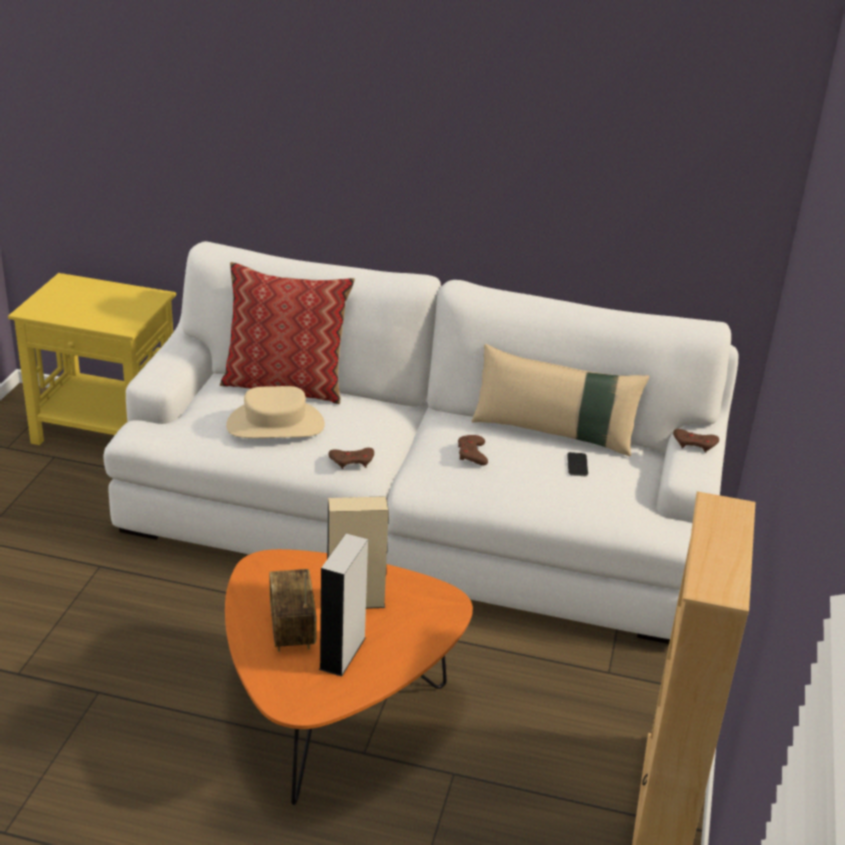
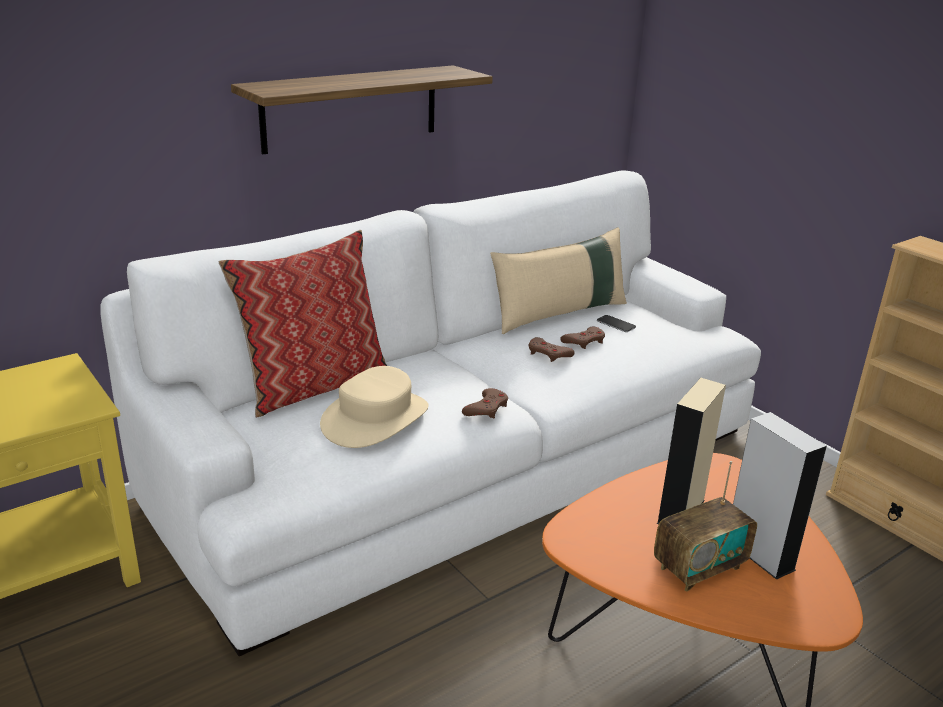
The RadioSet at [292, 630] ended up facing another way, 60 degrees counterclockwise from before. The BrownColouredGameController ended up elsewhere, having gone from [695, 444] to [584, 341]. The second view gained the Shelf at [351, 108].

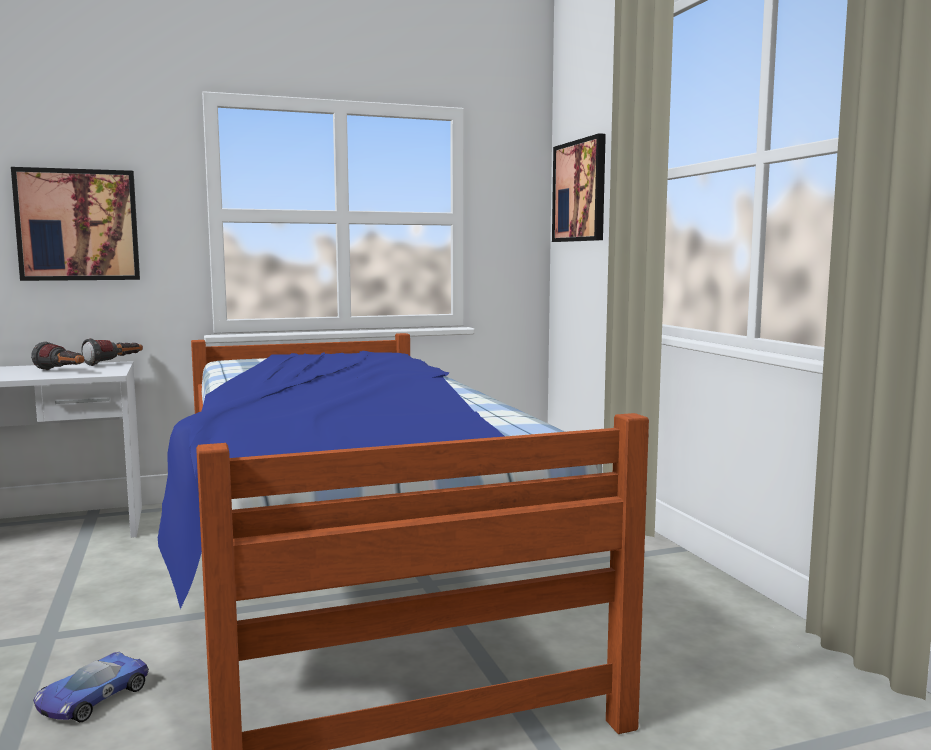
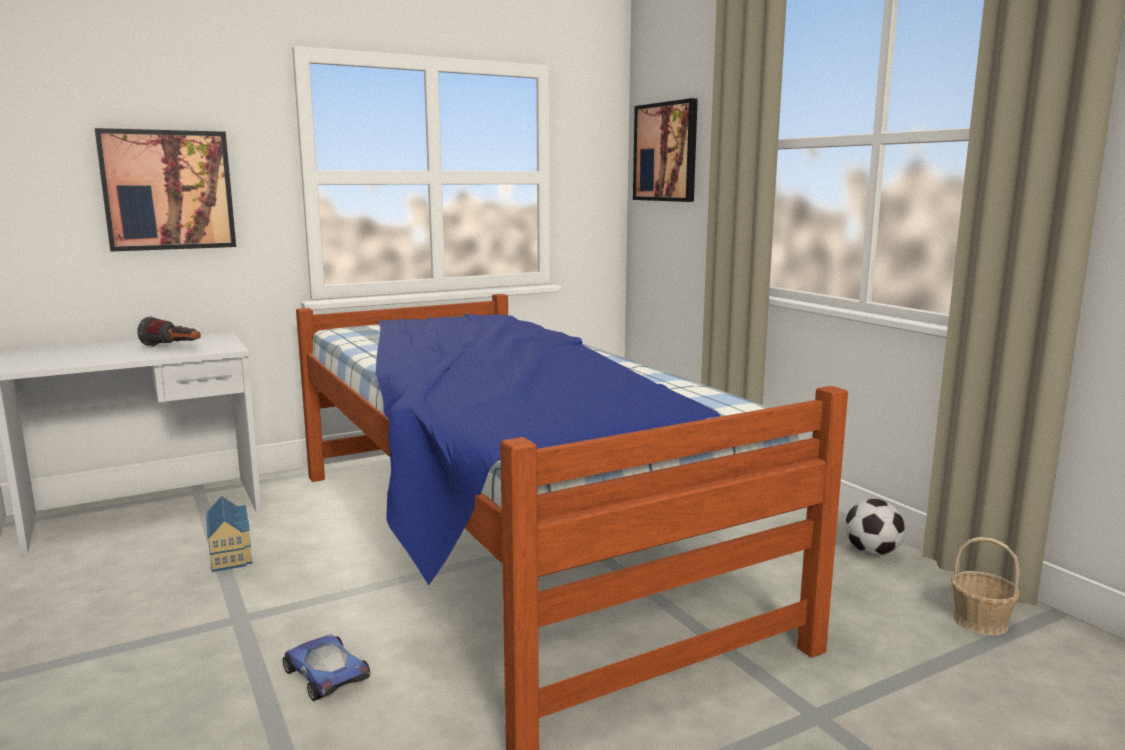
The MiniatureCar at [91, 698] ended up facing another way, 120 degrees clockwise from before. The second view lost the Torch at [115, 363]. The second view gained the ModelHouse at [232, 554]. The second view gained the BallForFootball at [872, 553]. The second view gained the StorageBasket at [980, 622].

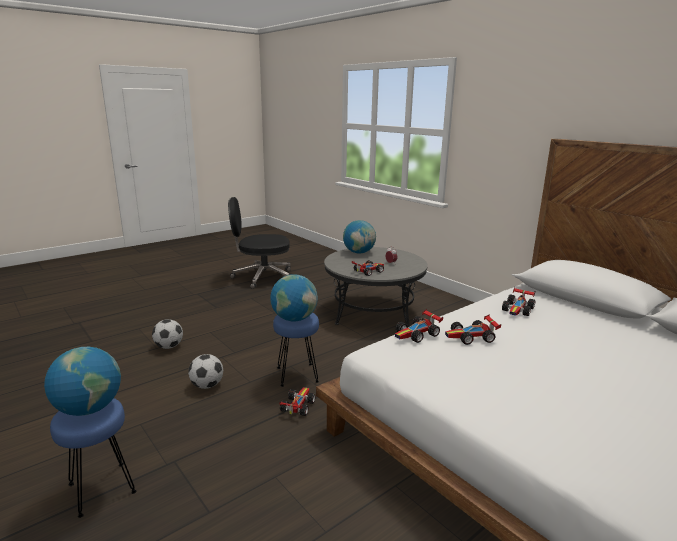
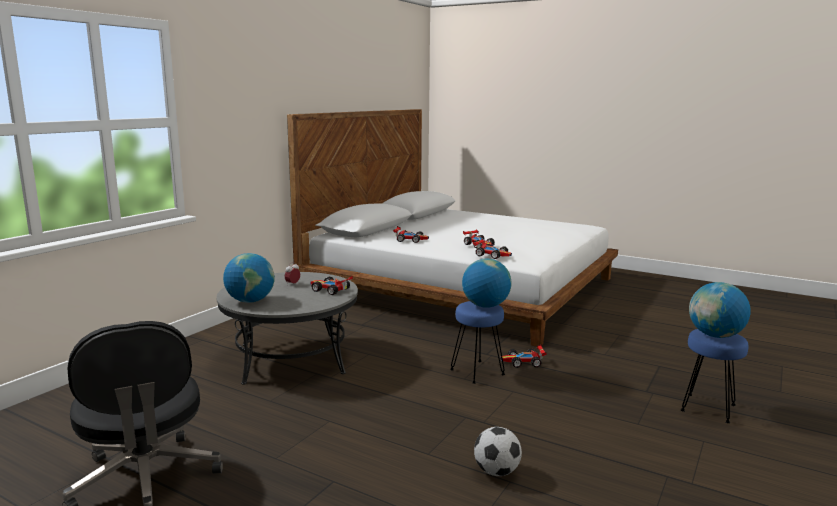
The second view lost the BallForFootball at [207, 385].

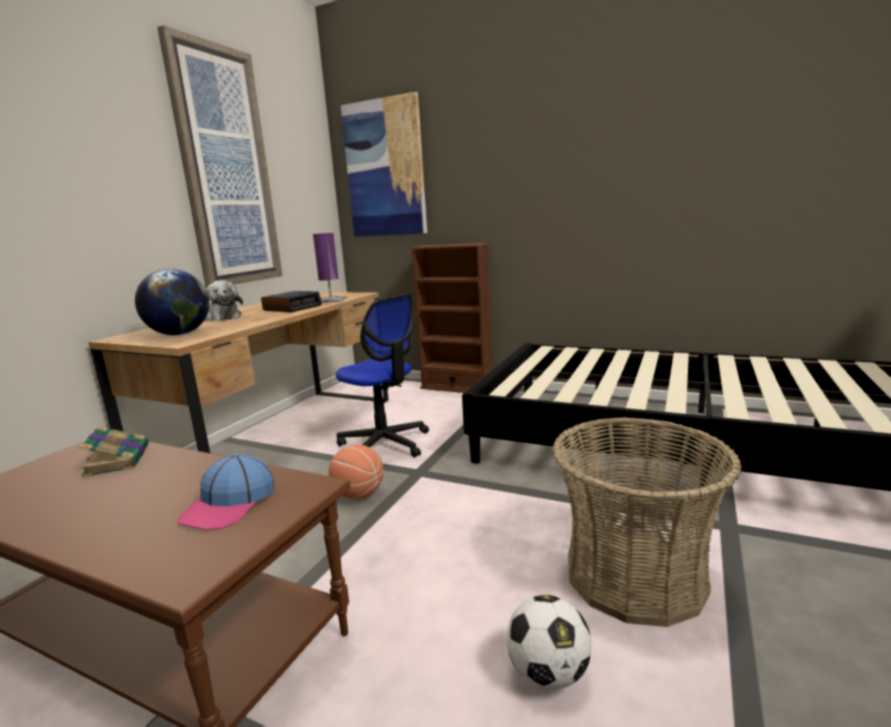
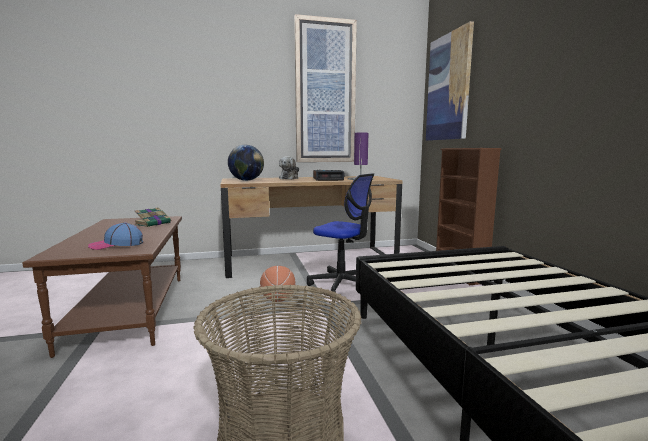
The DeskChair at [384, 444] ended up facing another way, 60 degrees counterclockwise from before. The second view lost the BallForFootball at [548, 673].

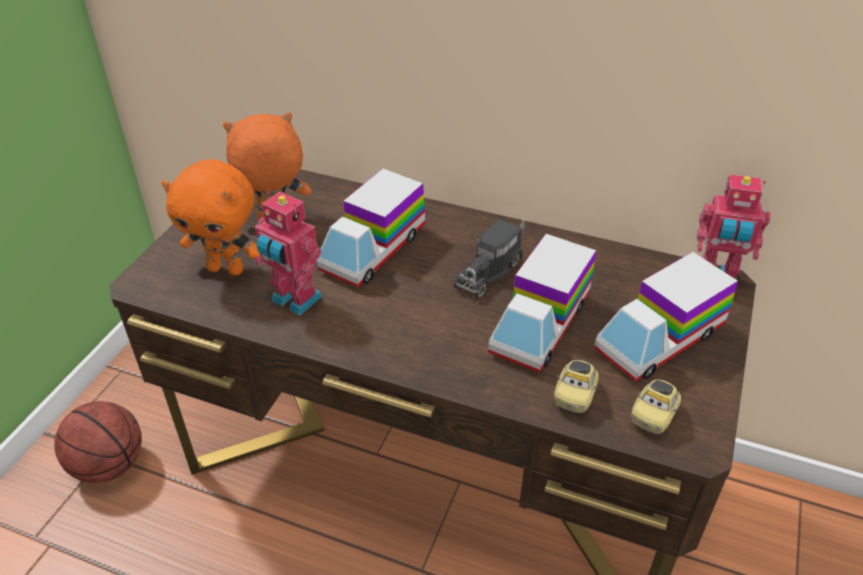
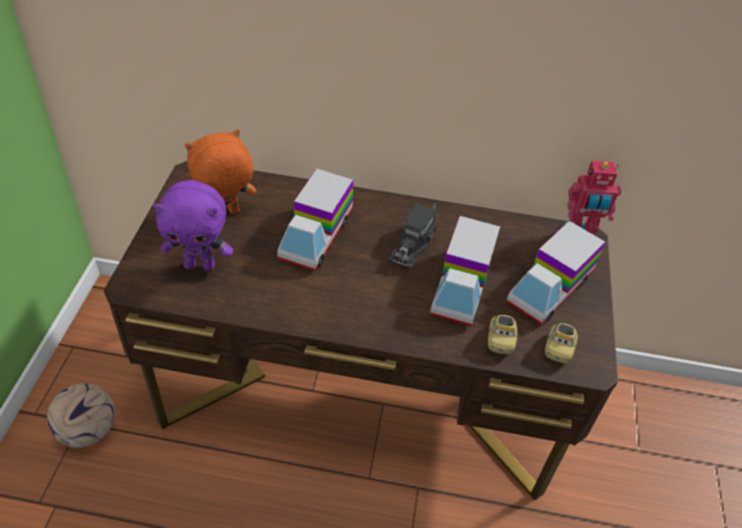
Where the Basketball stood at [109, 465], the BallForFootball came to stand at [87, 431]. What was the OrangeyCuddlyToy at [227, 269] turned into the PurplishCuddlyToy at [200, 265]. The second view lost the RobotFigure at [294, 300].

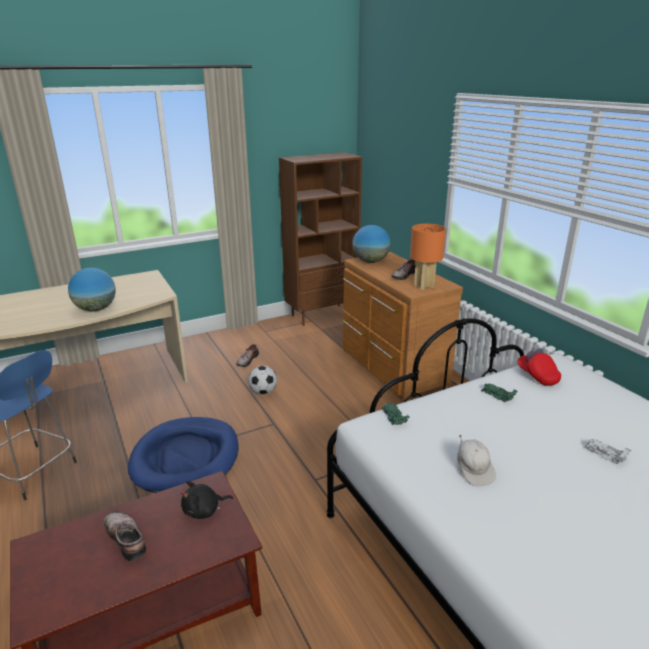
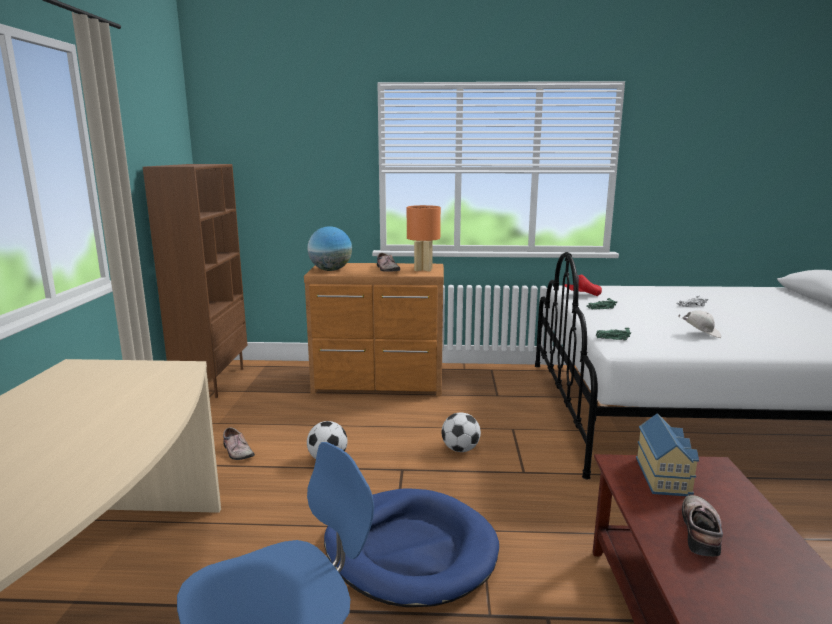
The second view lost the Globe at [96, 309]. The ItemOfFootwear at [128, 538] ended up facing another way, 120 degrees clockwise from before. Where the BlackCuddlyToy stood at [204, 510], the ModelHouse came to stand at [664, 476]. The second view gained the BallForFootball at [460, 449].

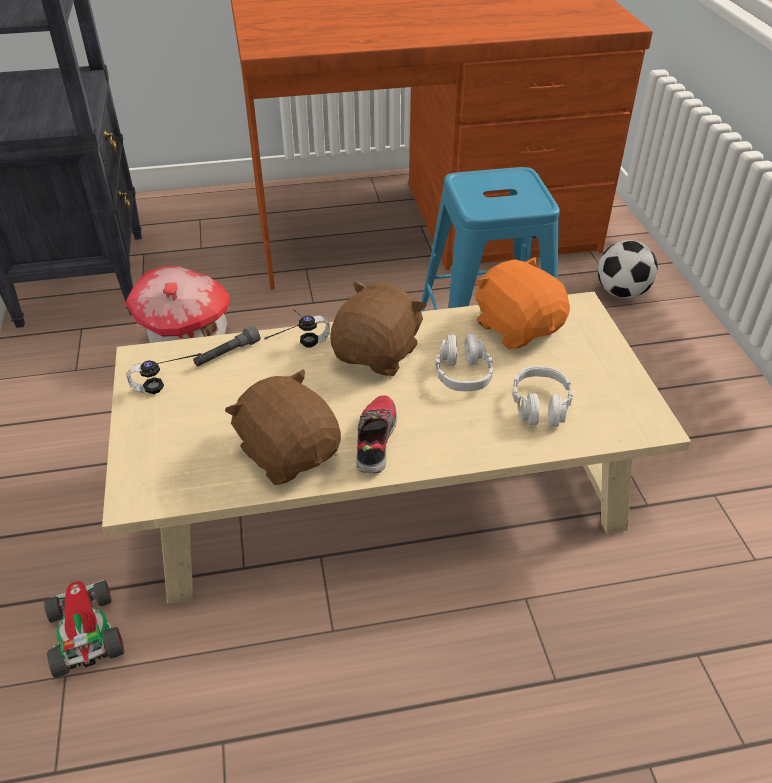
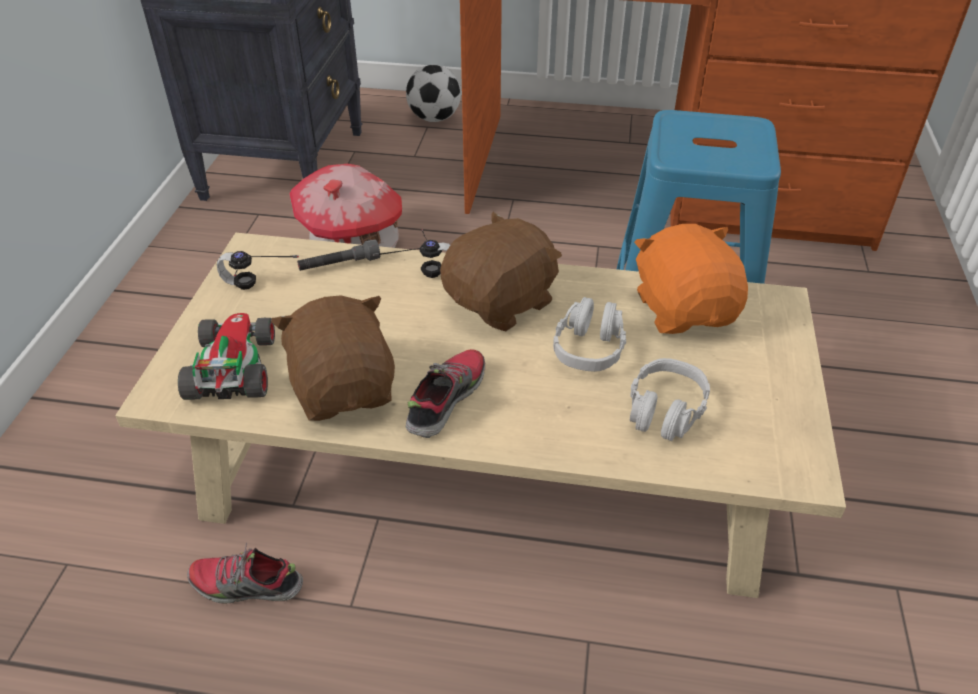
The MiniatureCar ended up elsewhere, having gone from [83, 631] to [232, 365]. The BallForFootball ended up elsewhere, having gone from [621, 293] to [434, 119]. The second view gained the ItemOfFootwear at [246, 586].

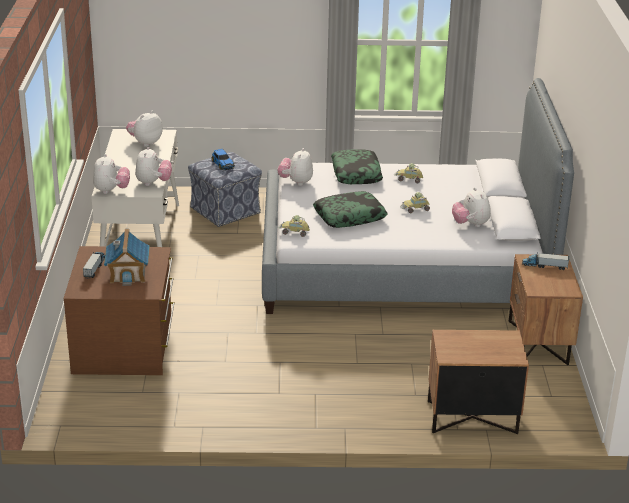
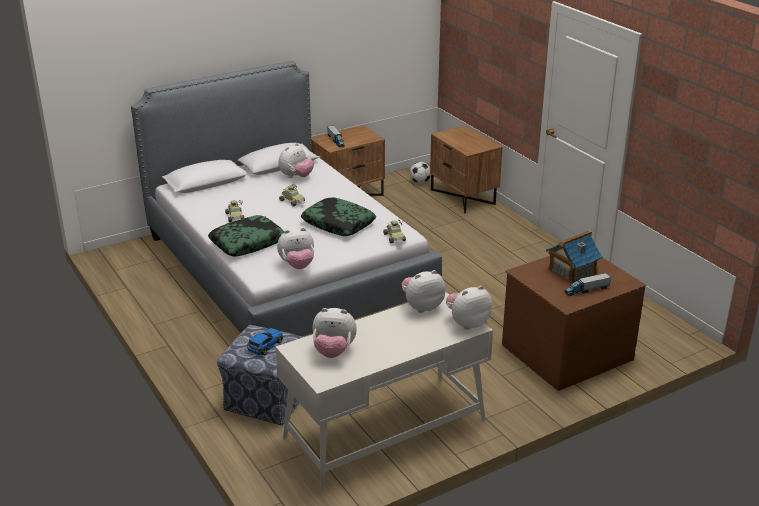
The second view gained the BallForFootball at [420, 182].

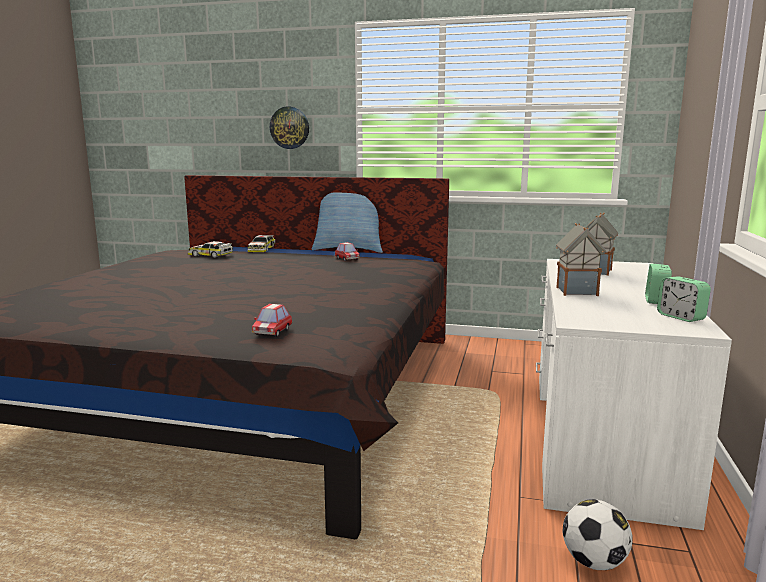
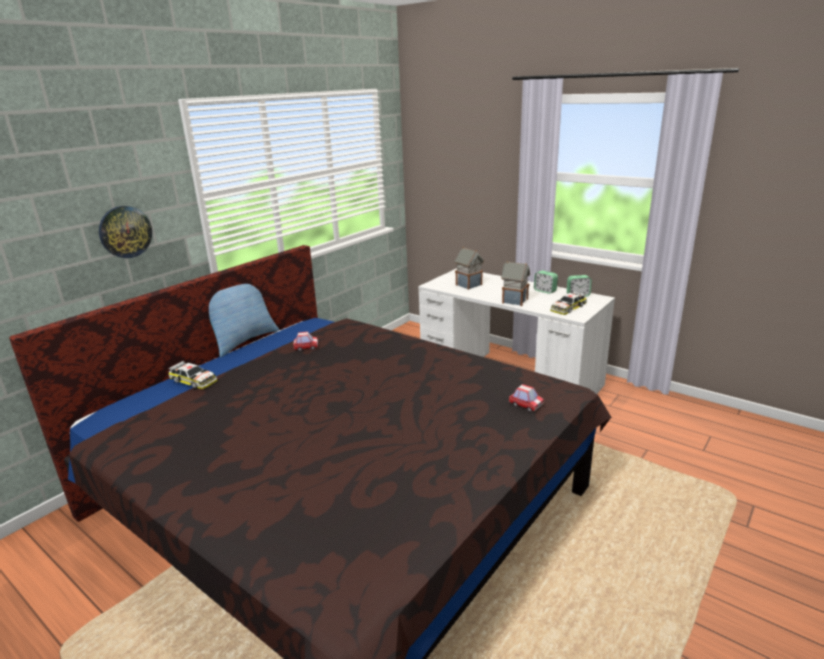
The MiniatureCar ended up elsewhere, having gone from [210, 255] to [568, 308]. The second view lost the BallForFootball at [594, 562].

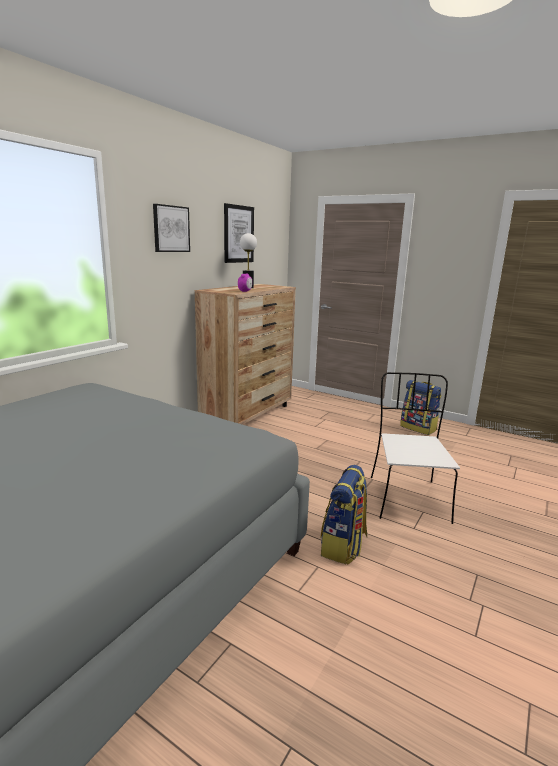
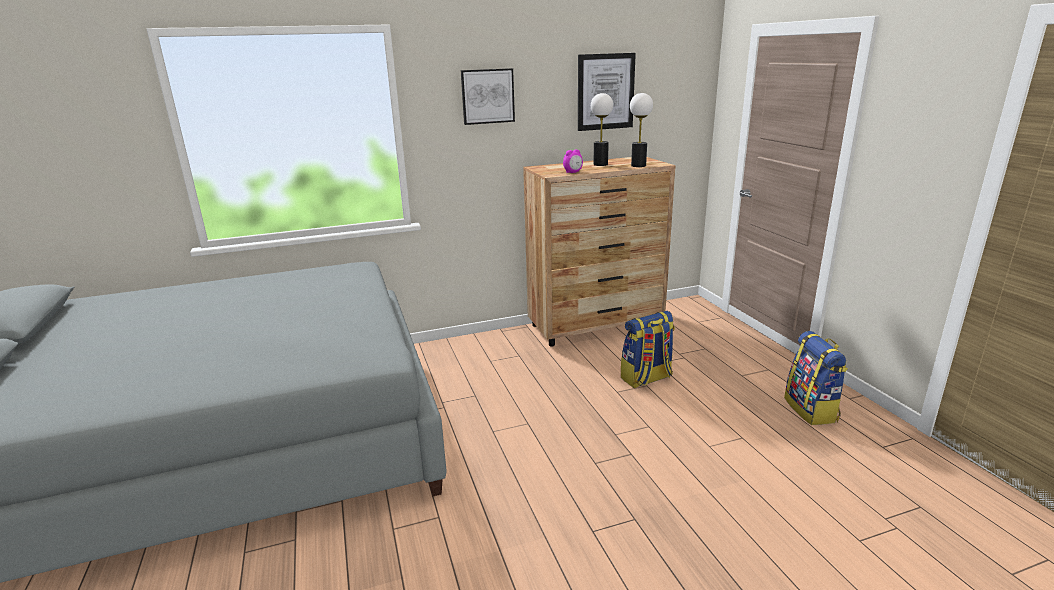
The Rucksack ended up elsewhere, having gone from [343, 546] to [646, 378]. The second view lost the WhiteColouredChair at [407, 497]. The second view gained the TableLamp at [638, 165].

